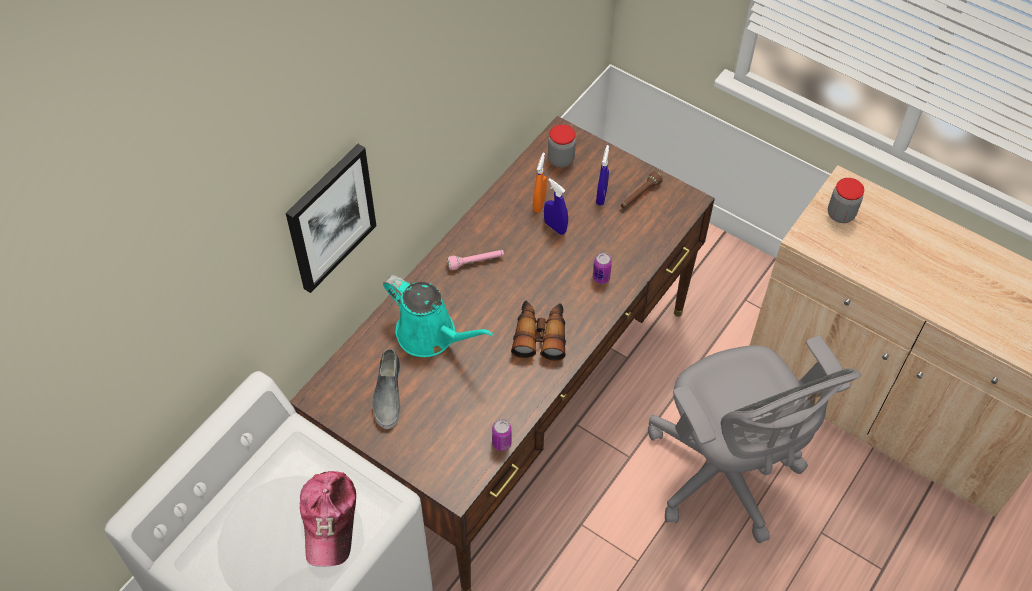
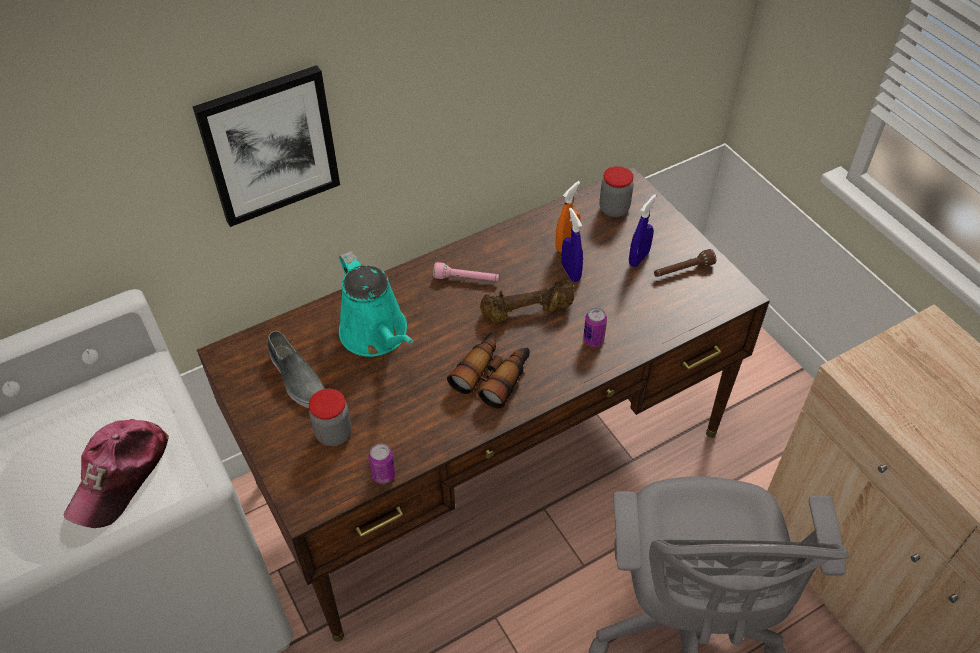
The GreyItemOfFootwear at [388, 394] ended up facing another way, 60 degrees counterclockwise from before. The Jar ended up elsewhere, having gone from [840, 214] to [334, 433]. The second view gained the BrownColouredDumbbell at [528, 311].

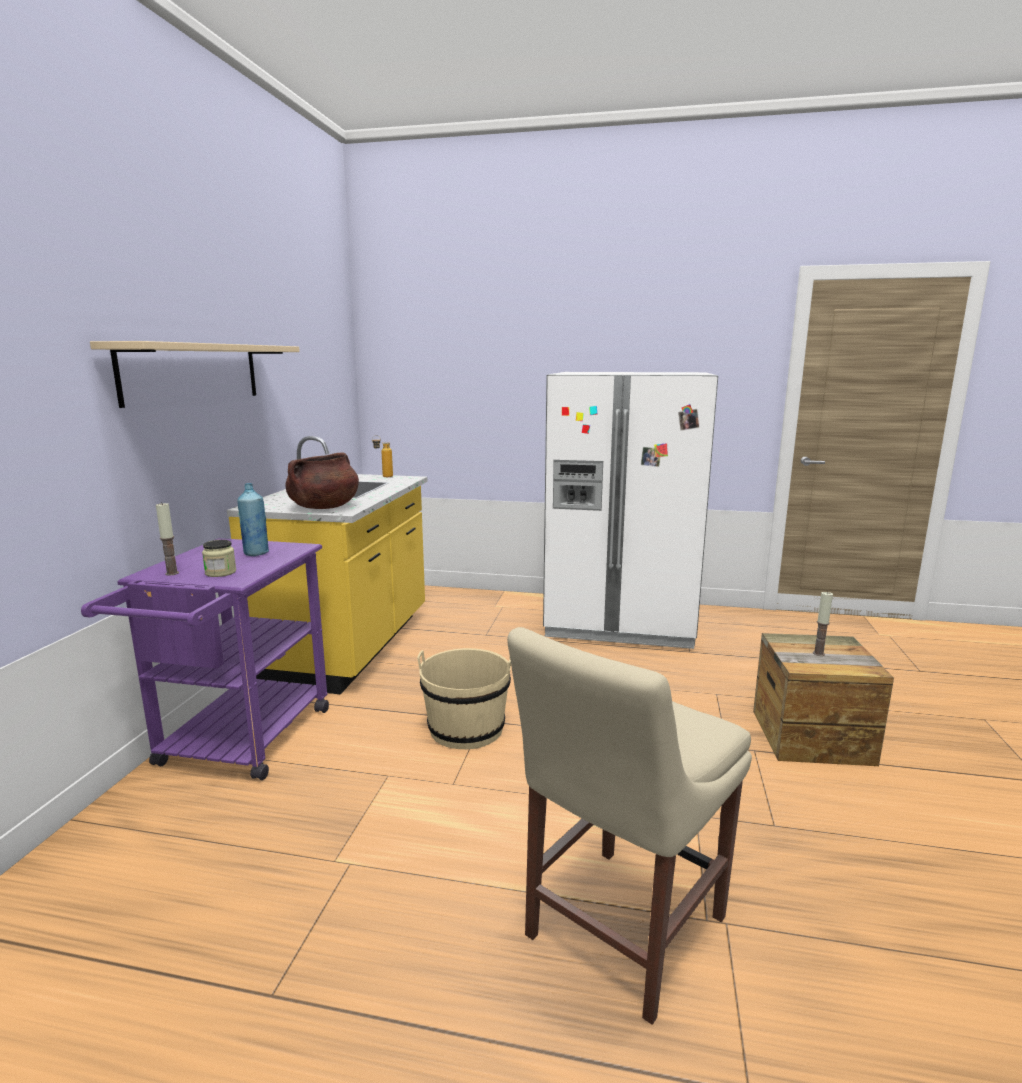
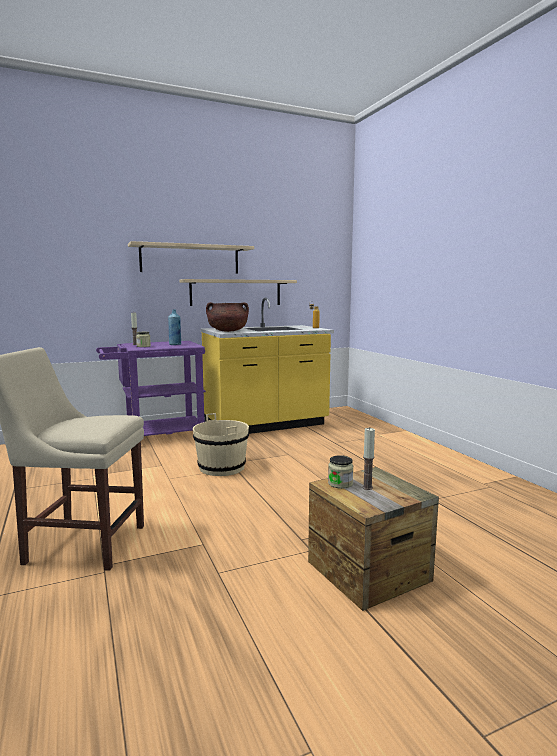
The second view lost the WhiteColouredFridge at [620, 621]. The second view gained the SandColouredShelf at [236, 292]. The second view gained the Jar at [340, 484].

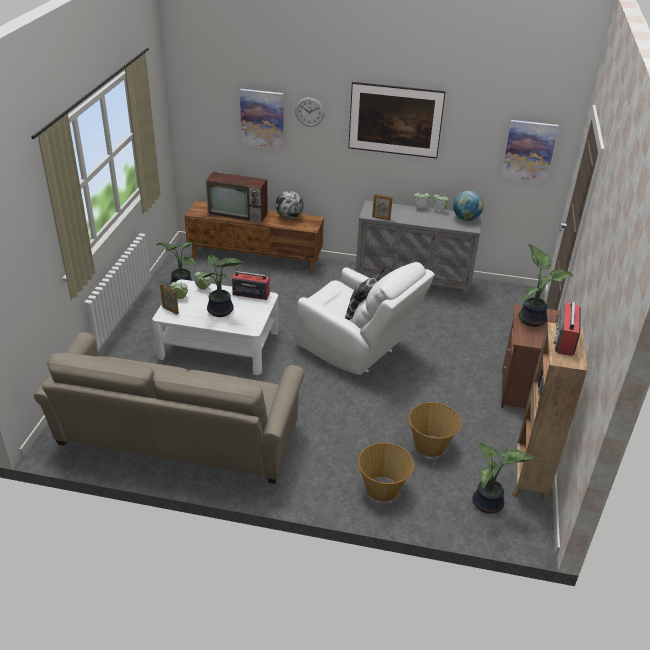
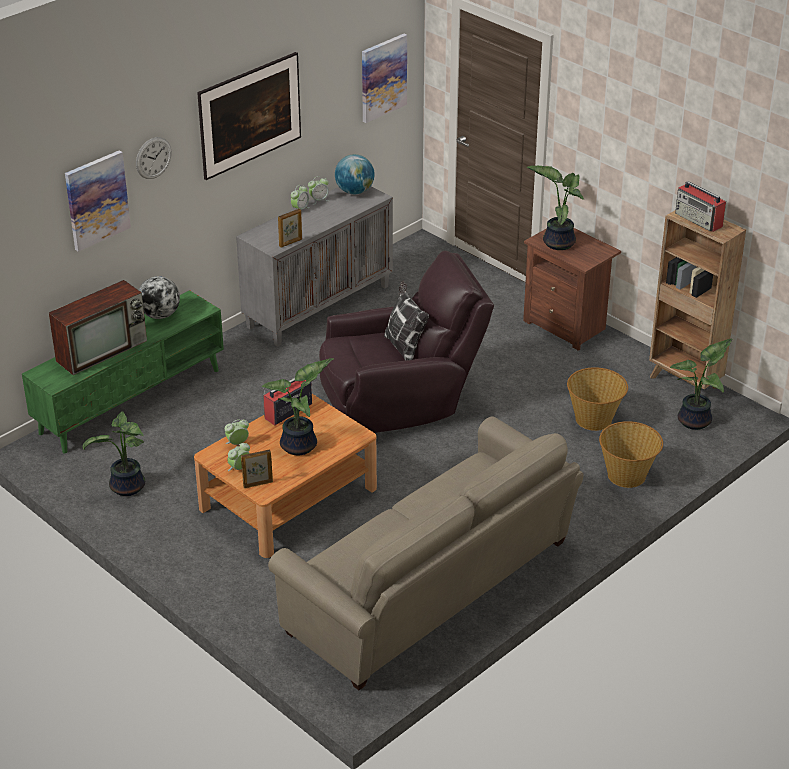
What was the WhiteColouredCoffeeTable at [219, 344] turned into the BrownColouredCoffeeTable at [288, 498]. What was the BrownColouredTvUnit at [256, 258] turned into the GreenColouredTvUnit at [131, 400]. What was the WhiteColouredArmchair at [356, 350] turned into the BrownColouredArmchair at [401, 400].

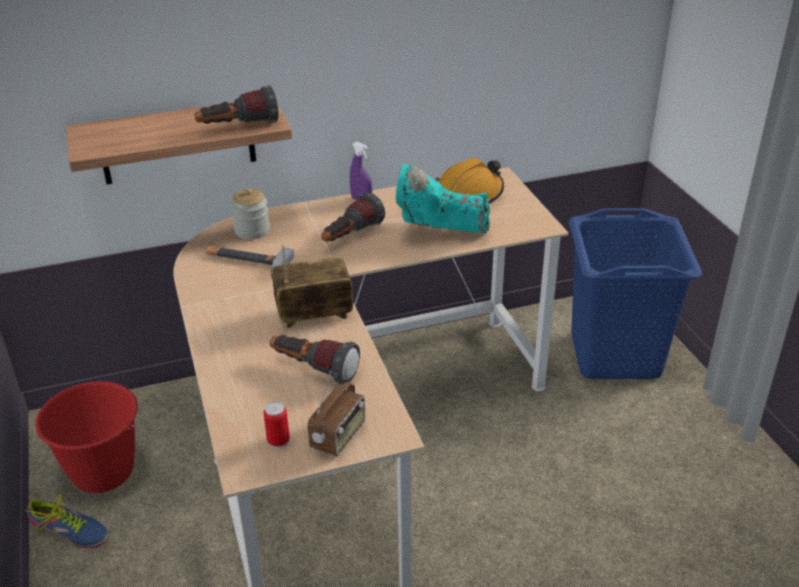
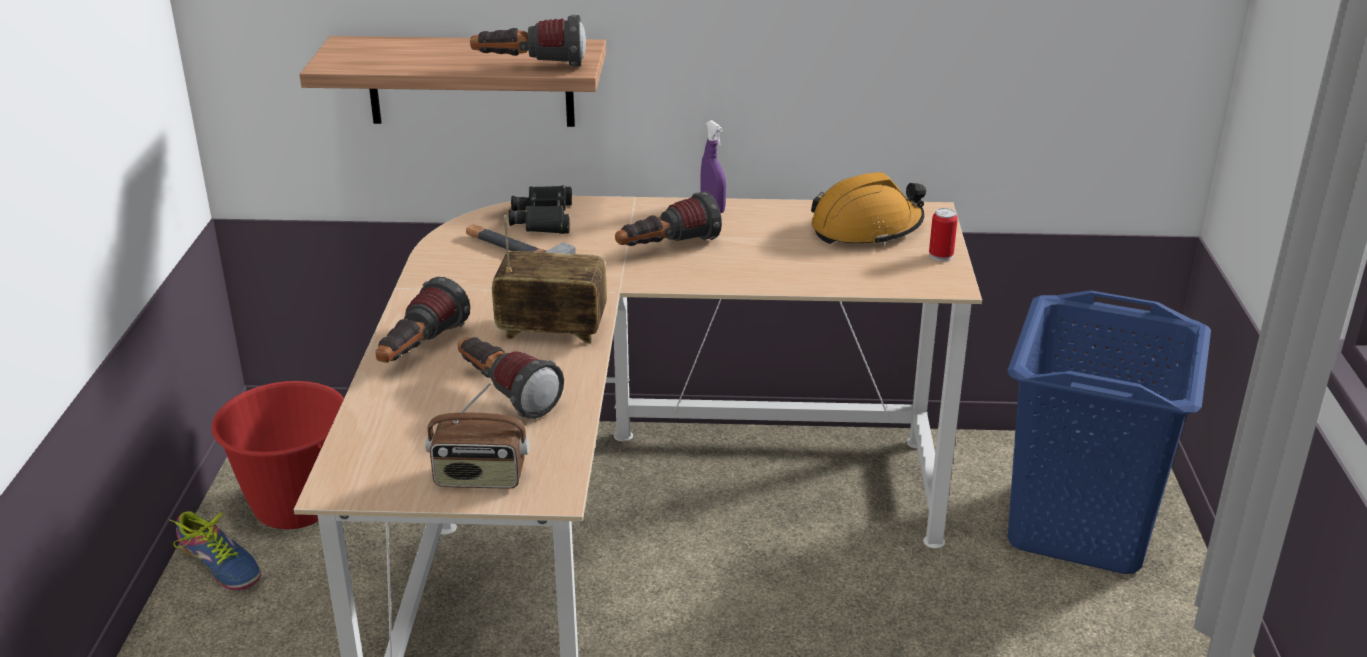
Where the Jar stood at [252, 230], the BlackPairOfBinoculars came to stand at [544, 218]. The SealedCan ended up elsewhere, having gone from [278, 441] to [941, 255]. The RadioSet at [339, 437] ended up facing another way, 45 degrees clockwise from before. The second view lost the BlueGreenHighTopBoot at [440, 234]. The second view gained the Torch at [419, 351].

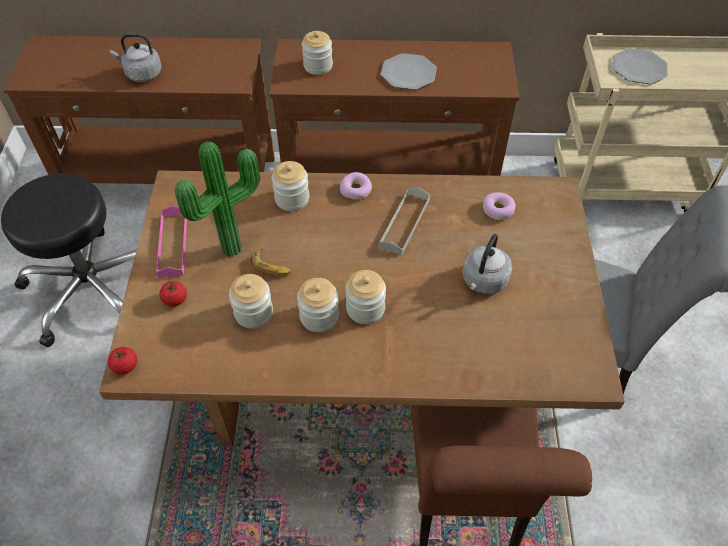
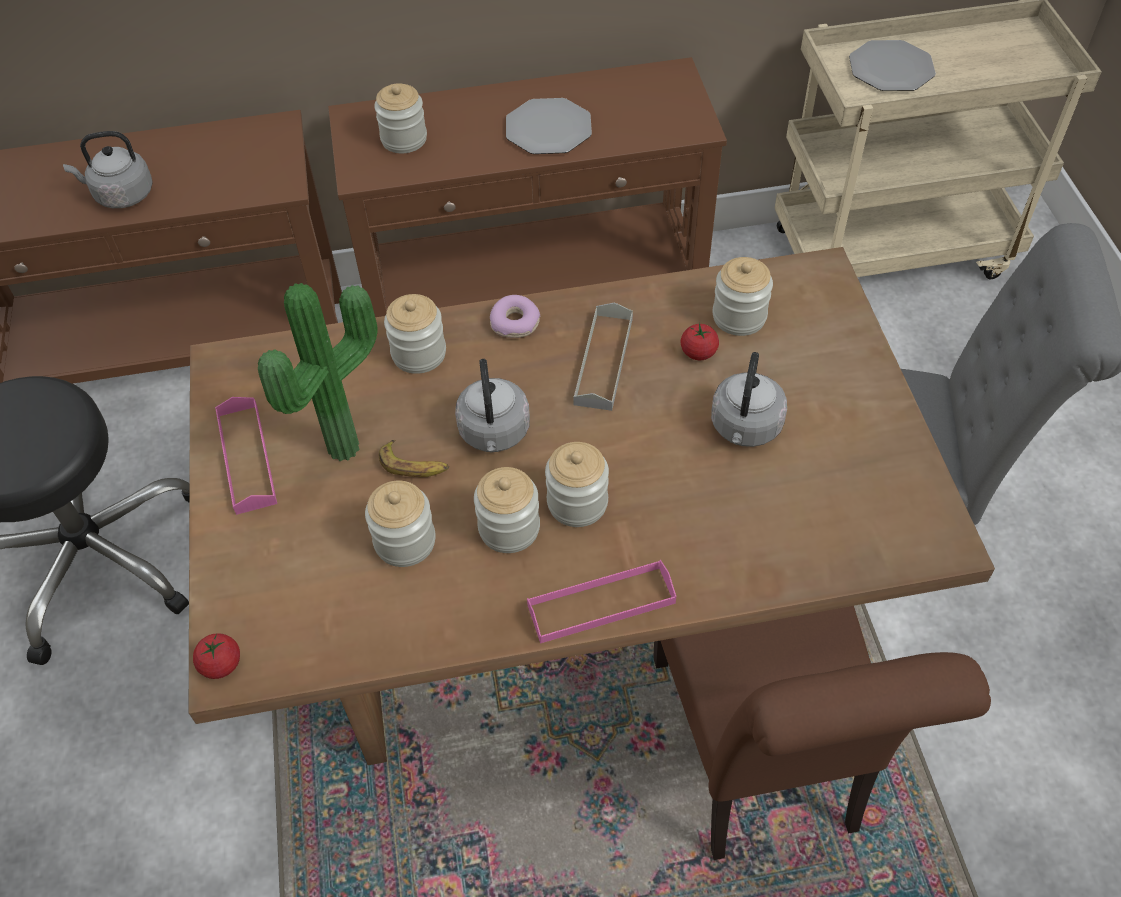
The Tomato ended up elsewhere, having gone from [175, 299] to [698, 352]. Where the Donut stood at [498, 210], the Jar came to stand at [739, 317]. The second view gained the GreyTeaKettle at [494, 434]. The second view gained the PinkServingTray at [601, 604].

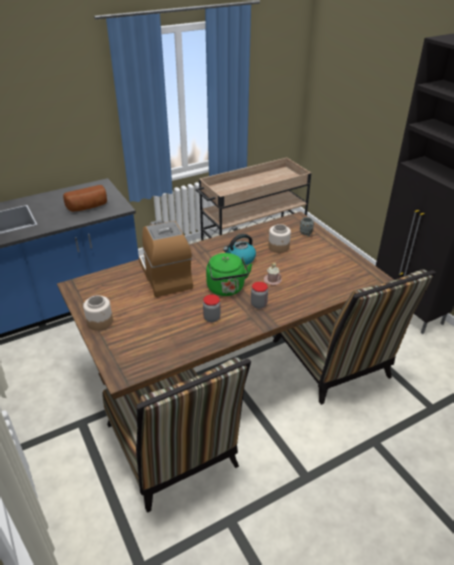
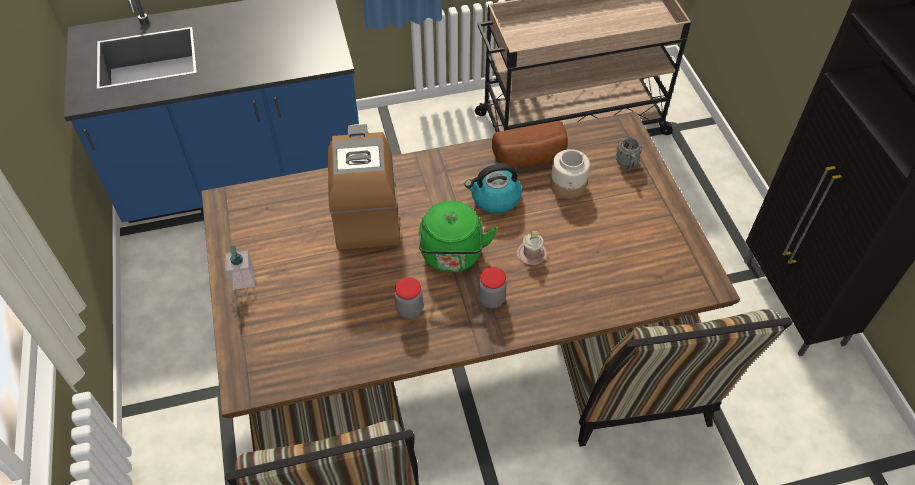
The BakeryBread ended up elsewhere, having gone from [88, 207] to [531, 158]. Where the Jar stood at [100, 322], the LiquidSoapBottle came to stand at [243, 279].

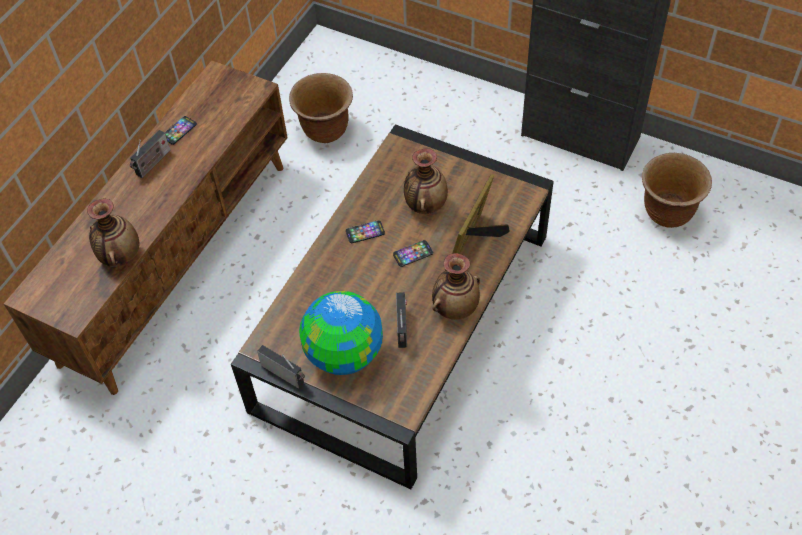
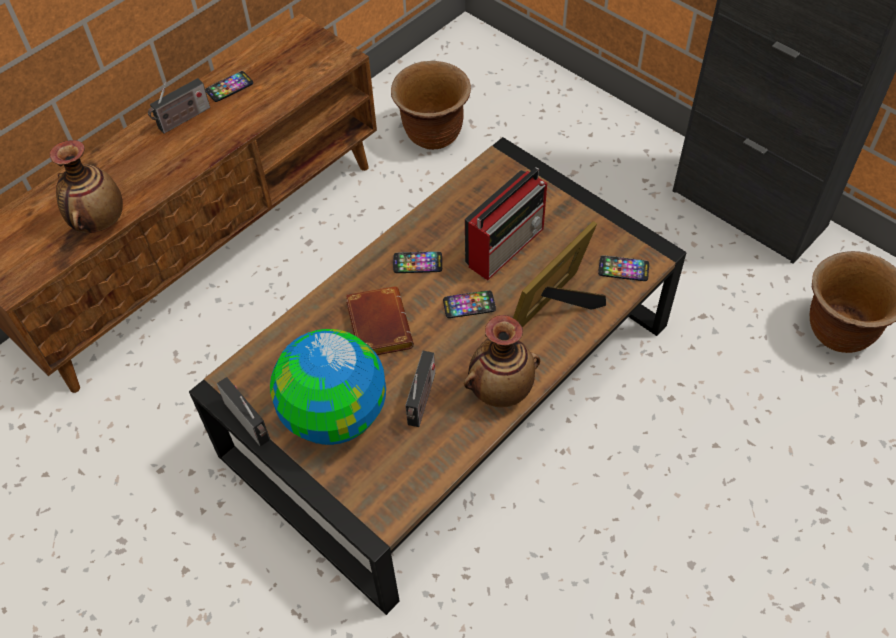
Where the FlowerVase stood at [425, 204], the RadioSet came to stand at [506, 245]. The second view gained the BrownColouredBook at [376, 325]. The second view gained the Handset at [623, 269].

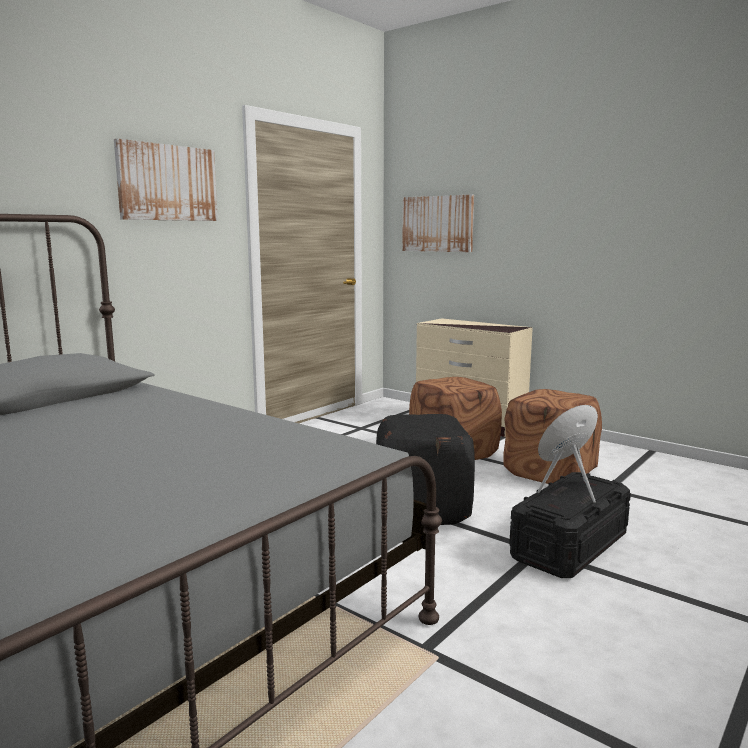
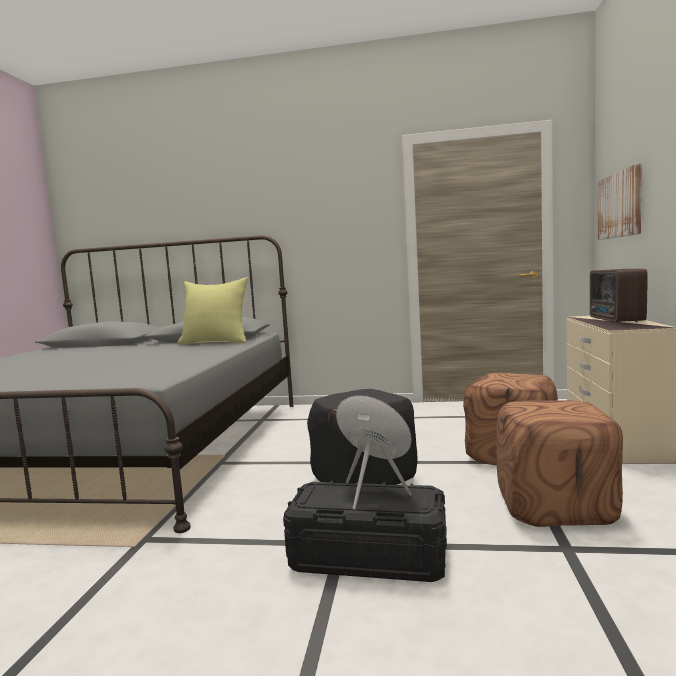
The second view lost the WallPicture at [167, 183]. The second view gained the YellowishPillow at [216, 342]. The second view gained the RadioSet at [615, 320].

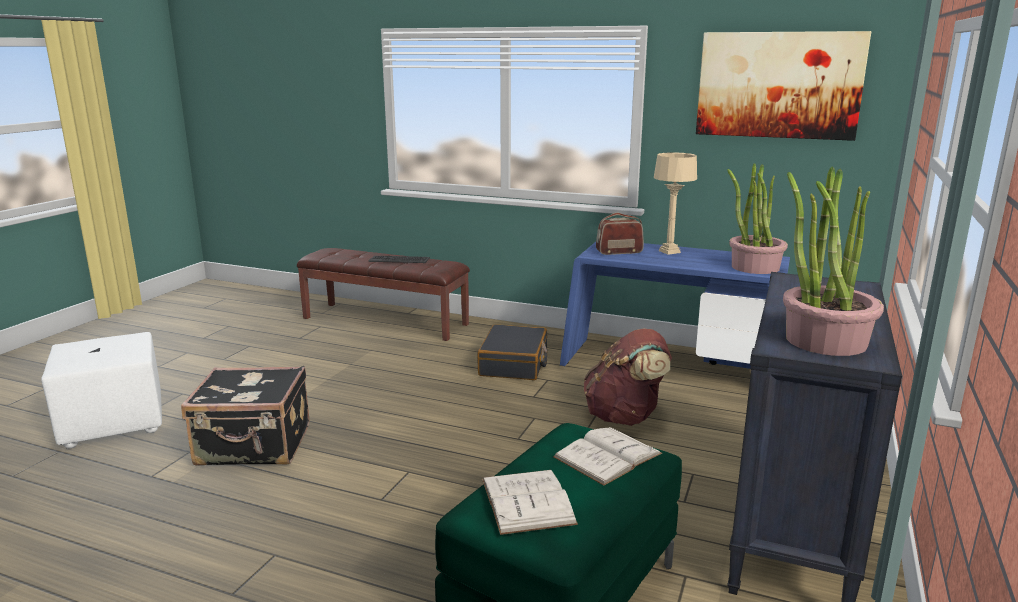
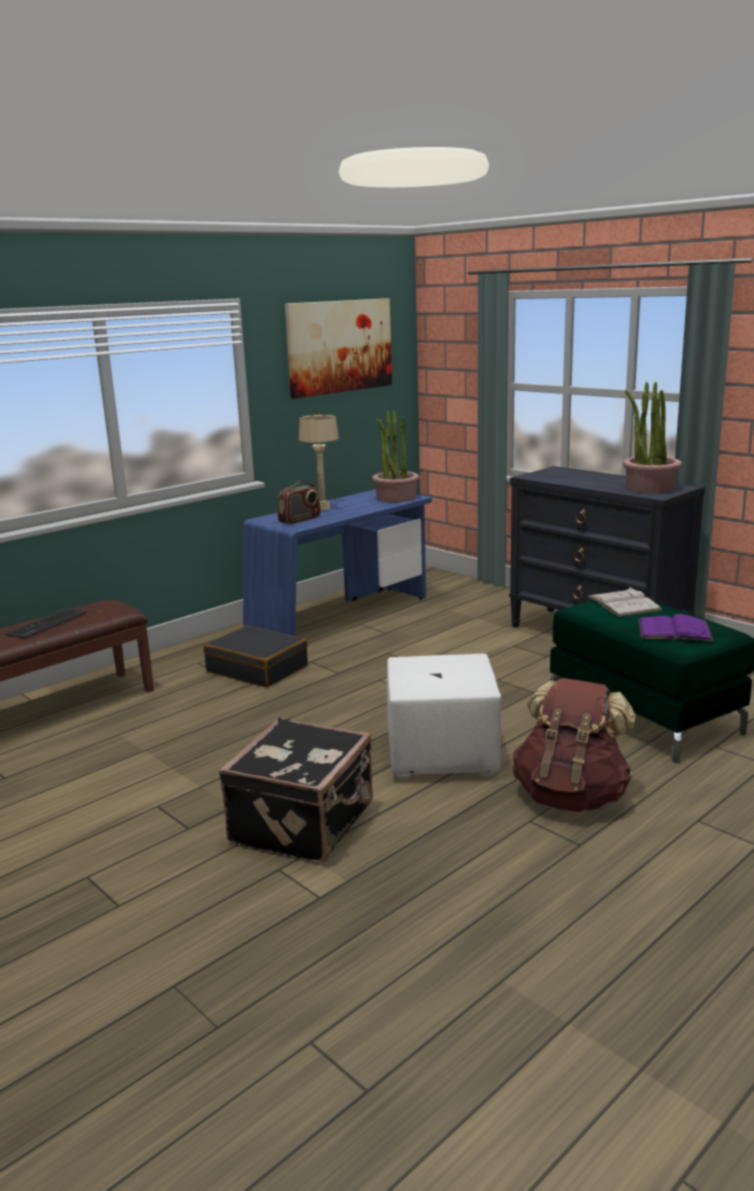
The WhiteColouredPouffe ended up elsewhere, having gone from [114, 423] to [443, 755]. What was the WhiteColouredBook at [527, 501] turned into the PurplishBook at [674, 630]. The BrownColouredRucksack ended up elsewhere, having gone from [625, 417] to [571, 796]. The RadioSet at [619, 252] ended up facing another way, 150 degrees counterclockwise from before.

